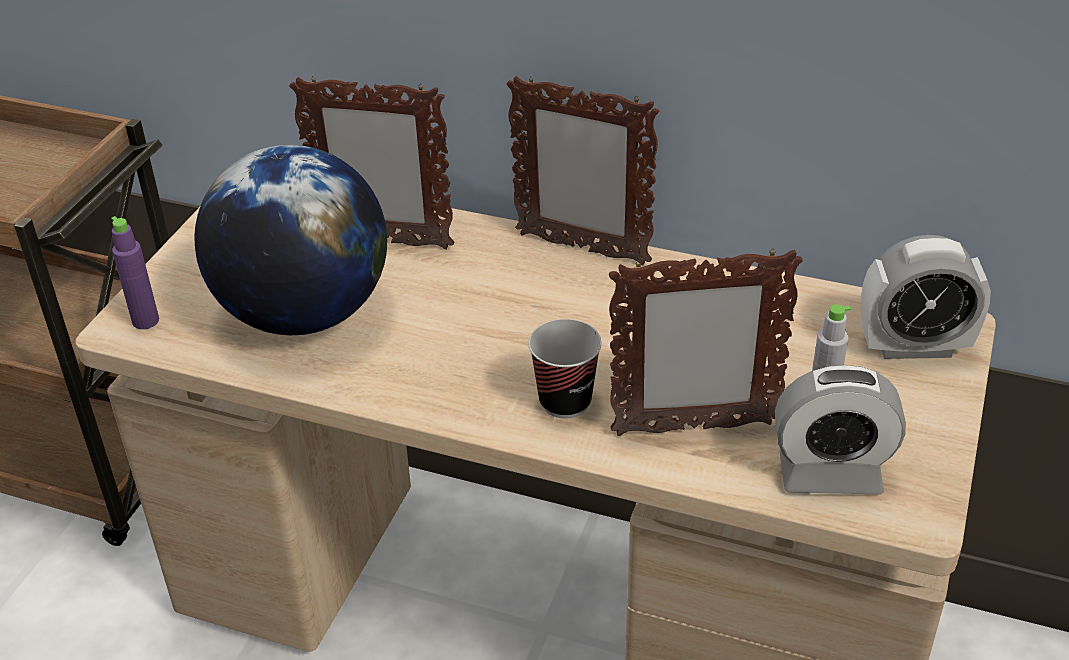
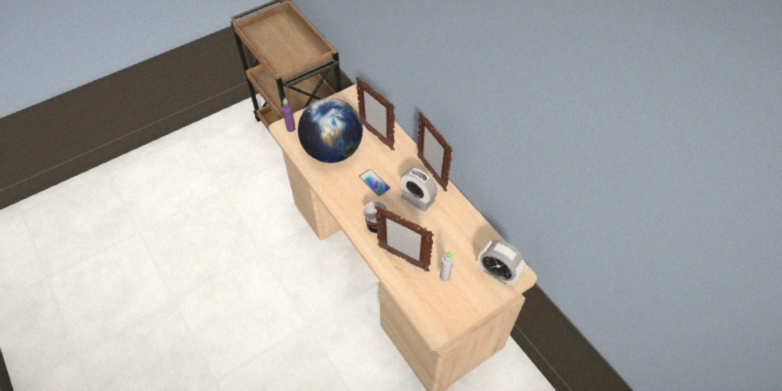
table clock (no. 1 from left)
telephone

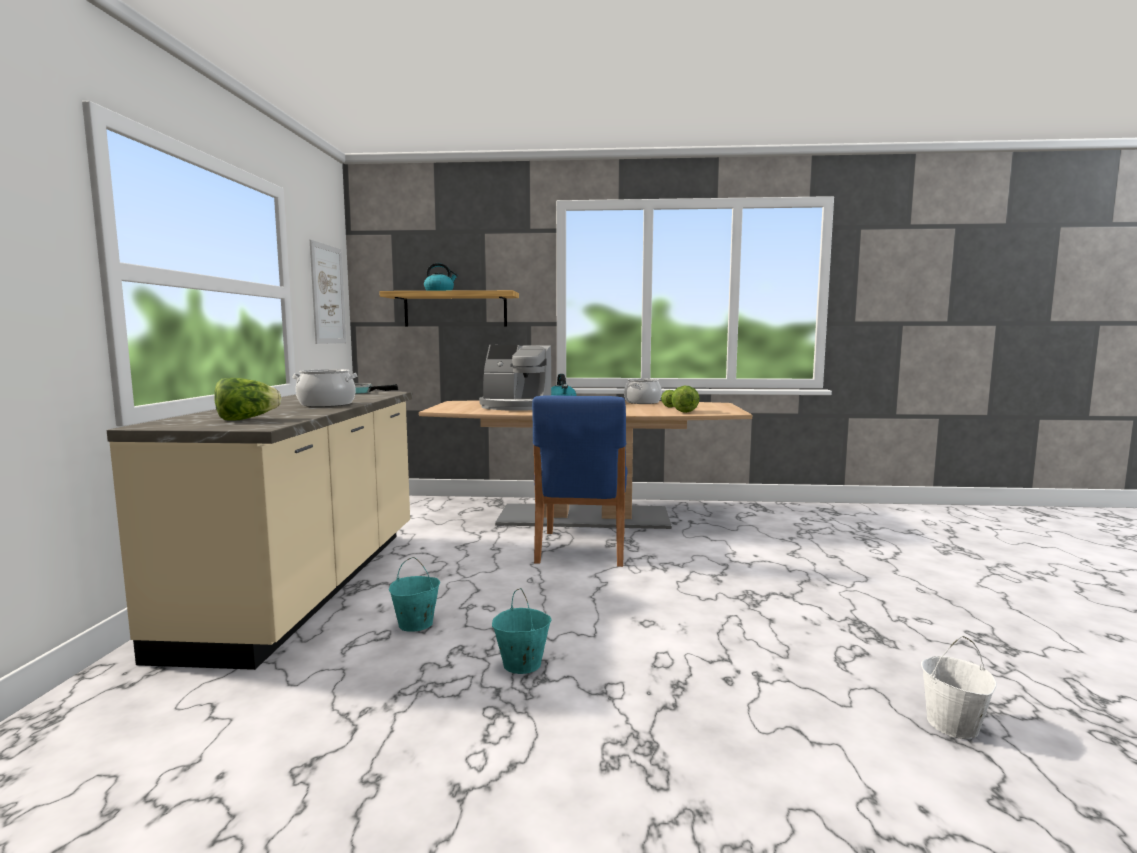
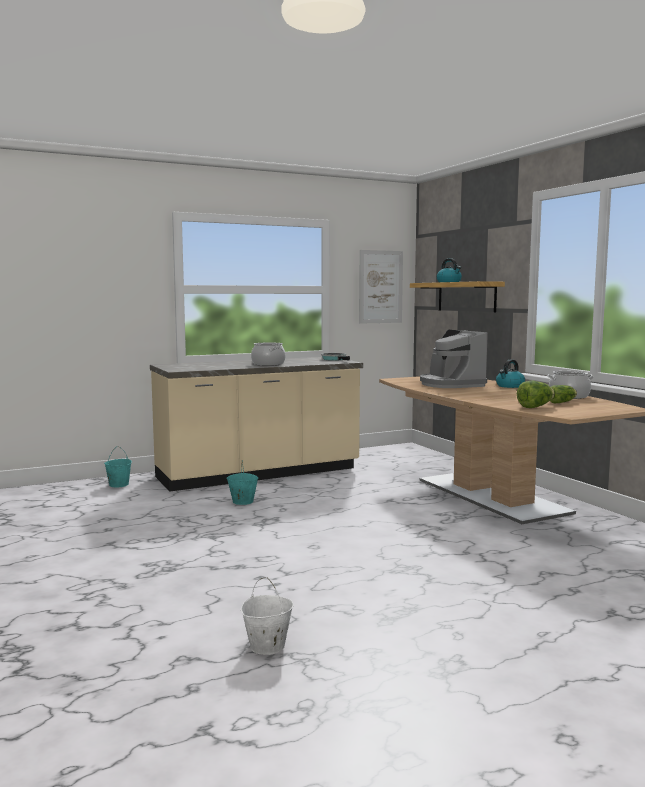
lettuce head (no. 1 from left in the first image)
blue-green water bucket (no. 1 from left)
bluish chair

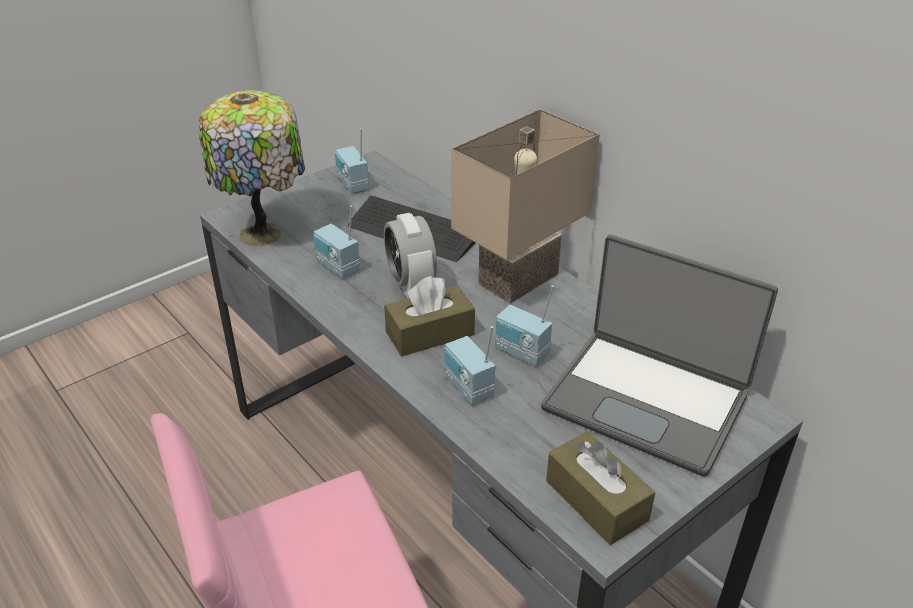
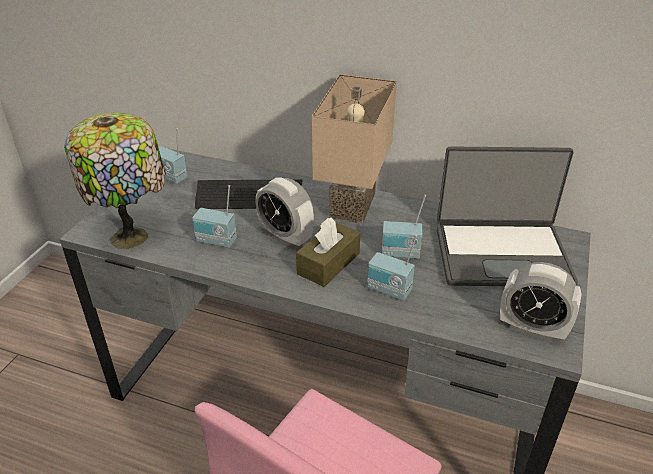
table clock (no. 2 from left)

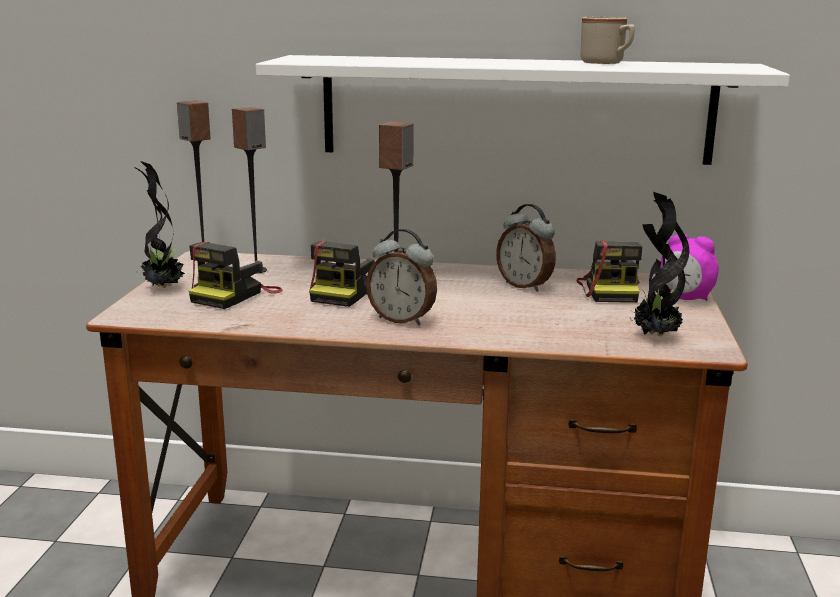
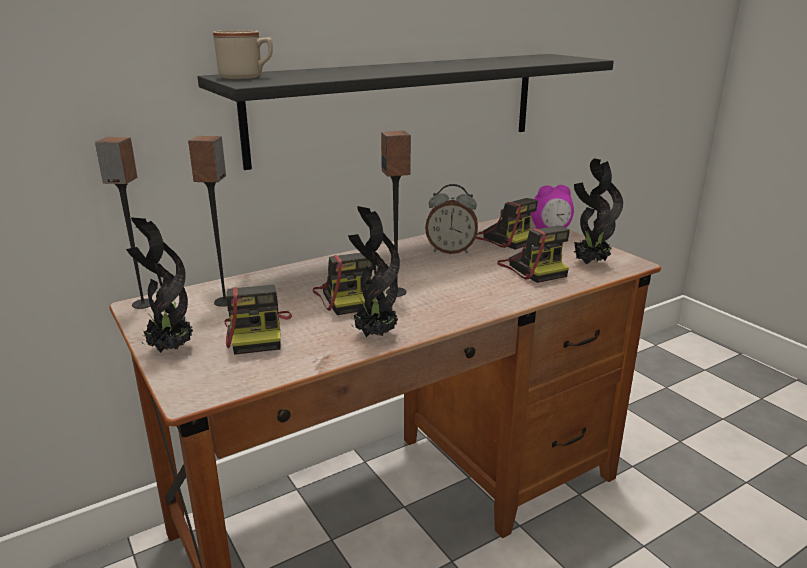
blackish wall shelf
table clock (no. 1 from left in the first image)
sand-coloured mug
potted plant (no. 2 from left)
photo camera (no. 4 from left)

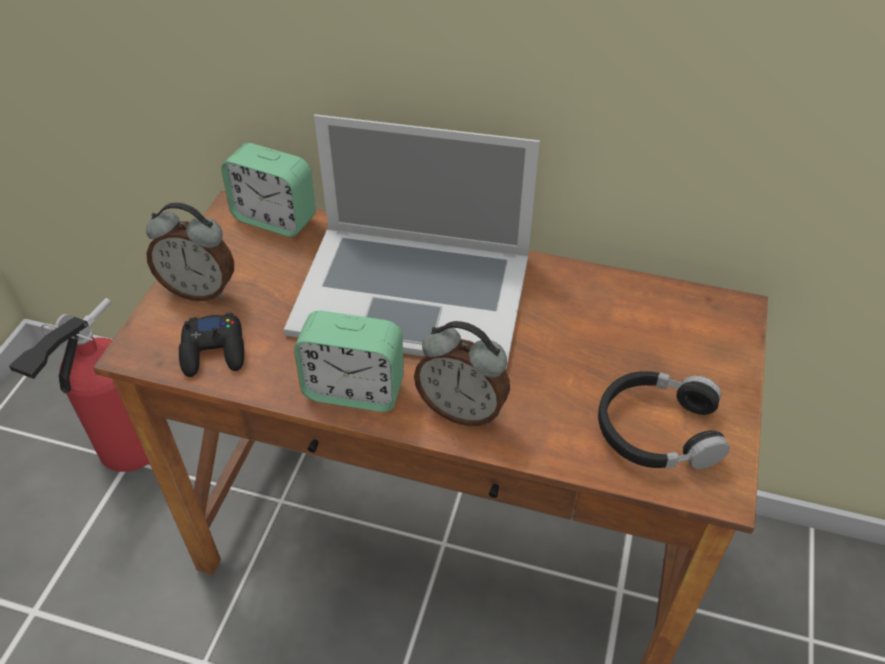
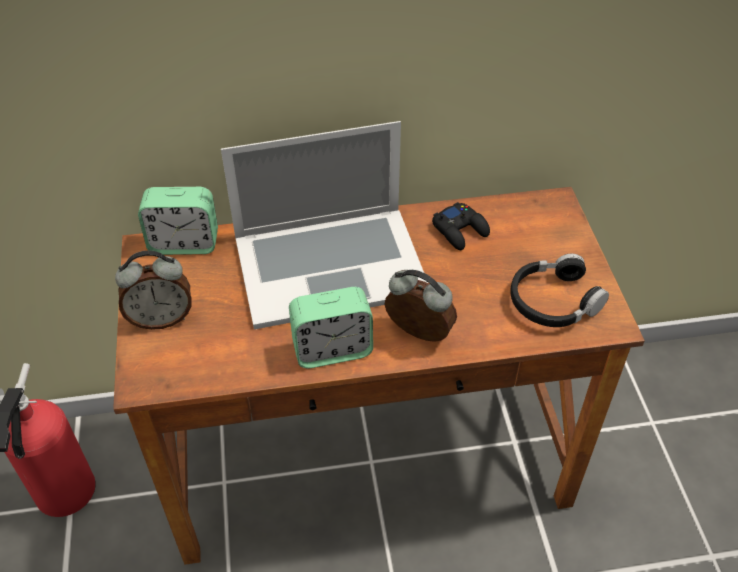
blackish gamepad
table clock (no. 4 from left)

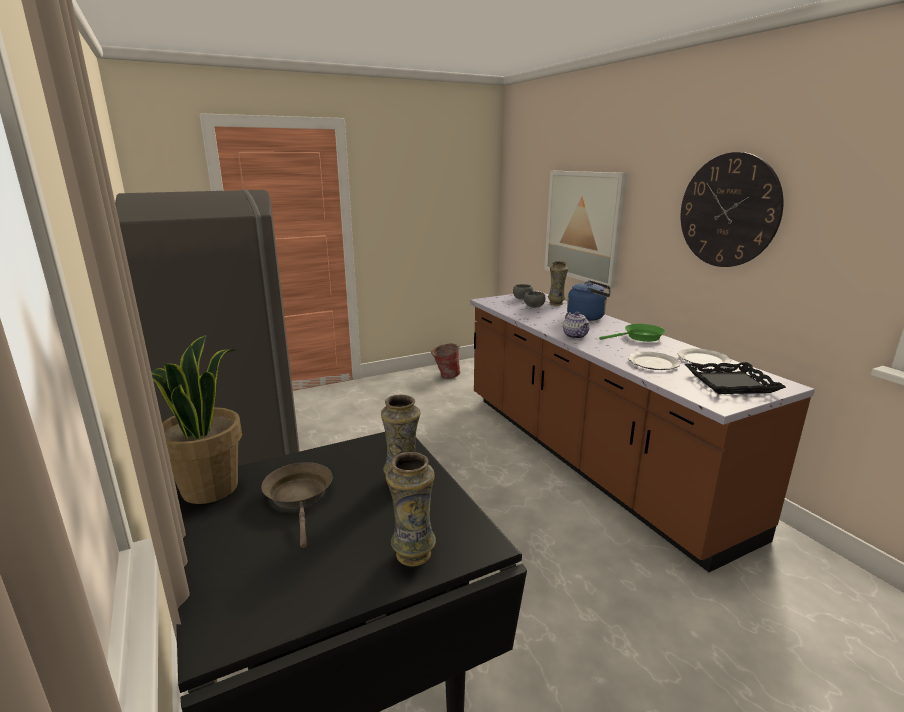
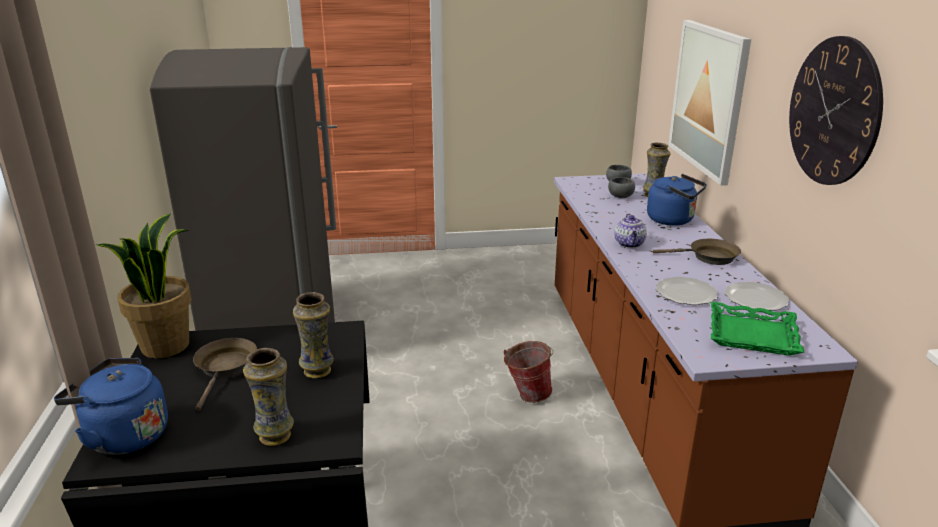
water bucket
brown skillet (no. 2 from left)
green-coloured carrying tray
bluish tea kettle (no. 1 from left)

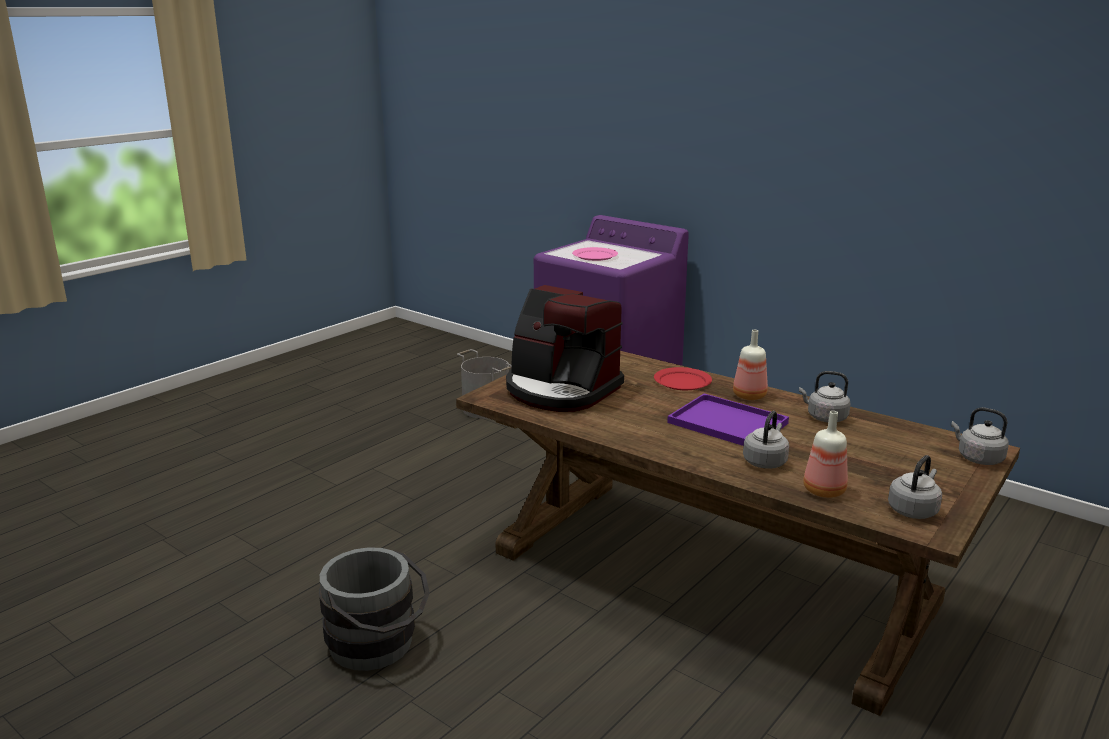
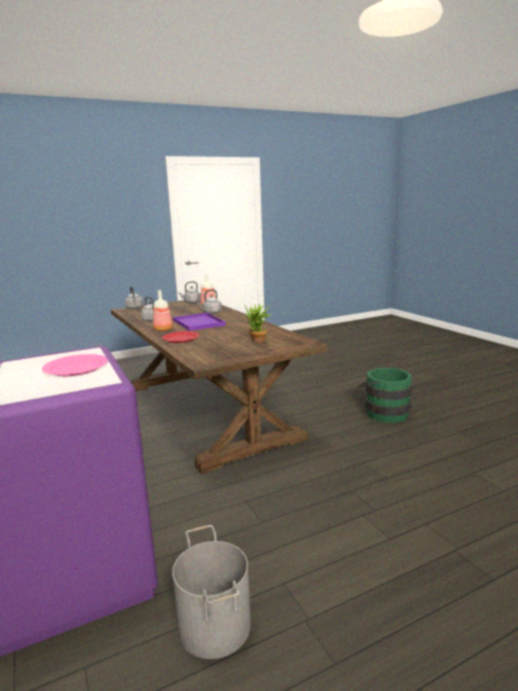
green-coloured water bucket
potted plant

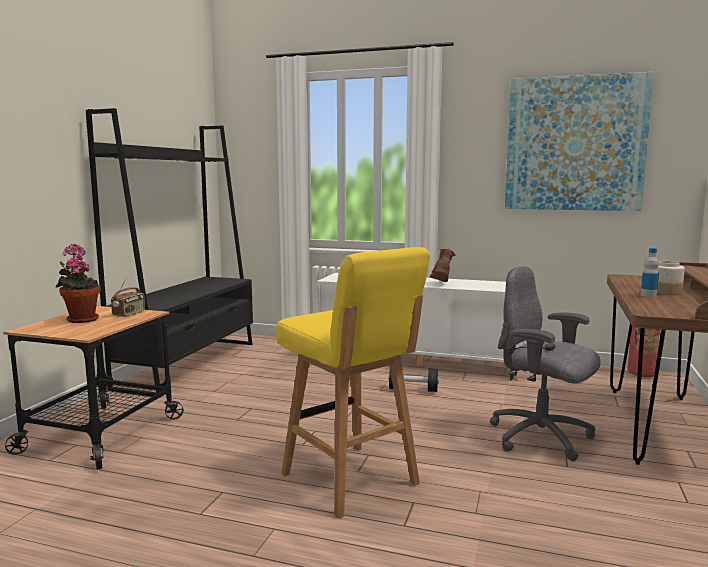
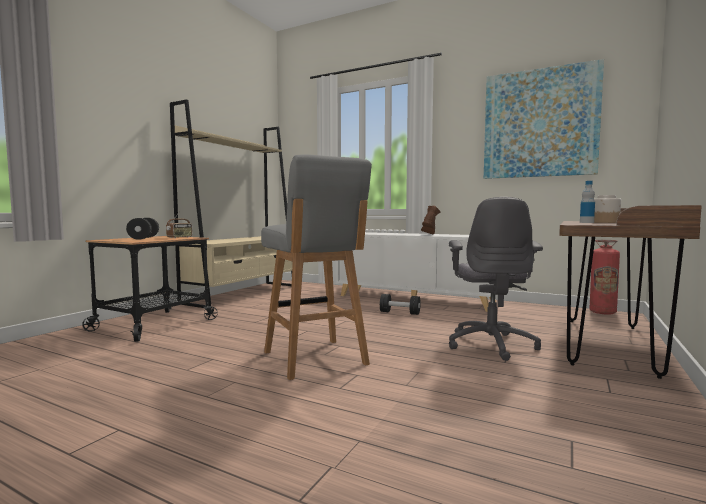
blackish dumbbell (no. 1 from left)
sand-coloured bookcase
grey sitting stool
grey computer chair

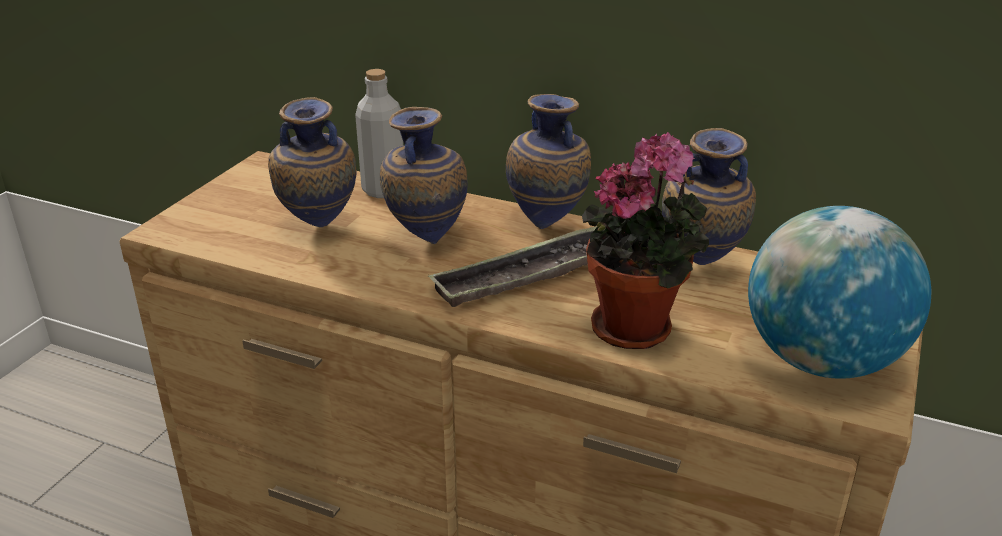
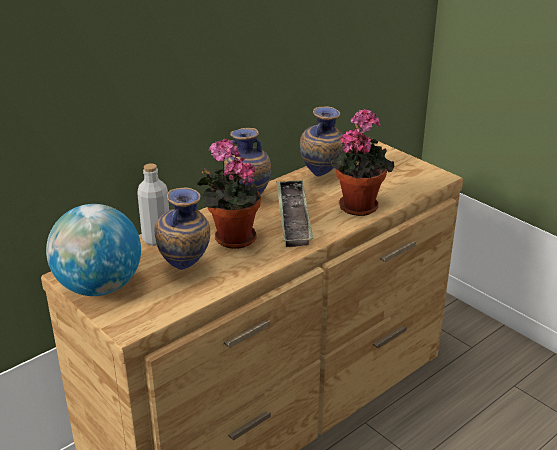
potted plant (no. 1 from left)
globe

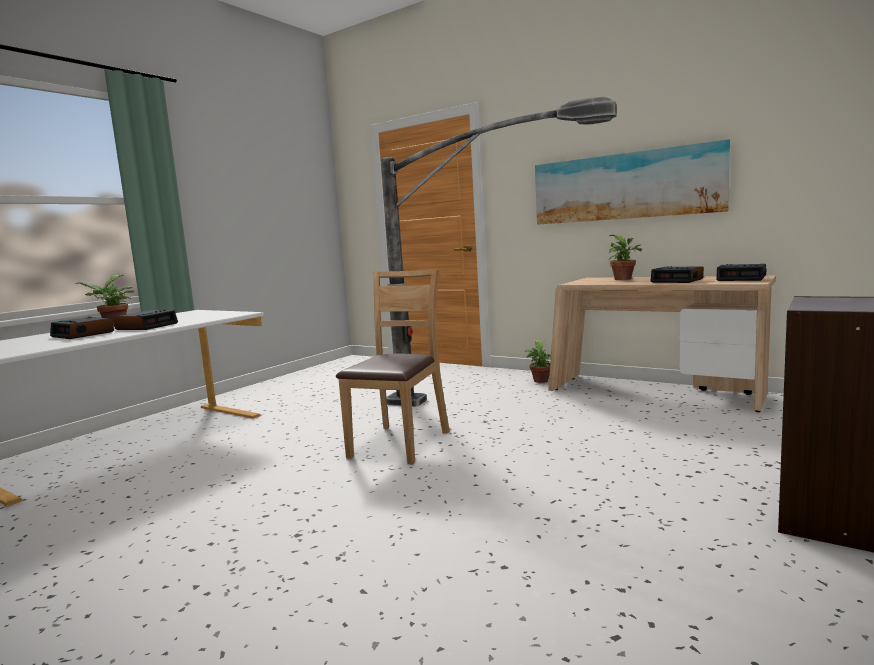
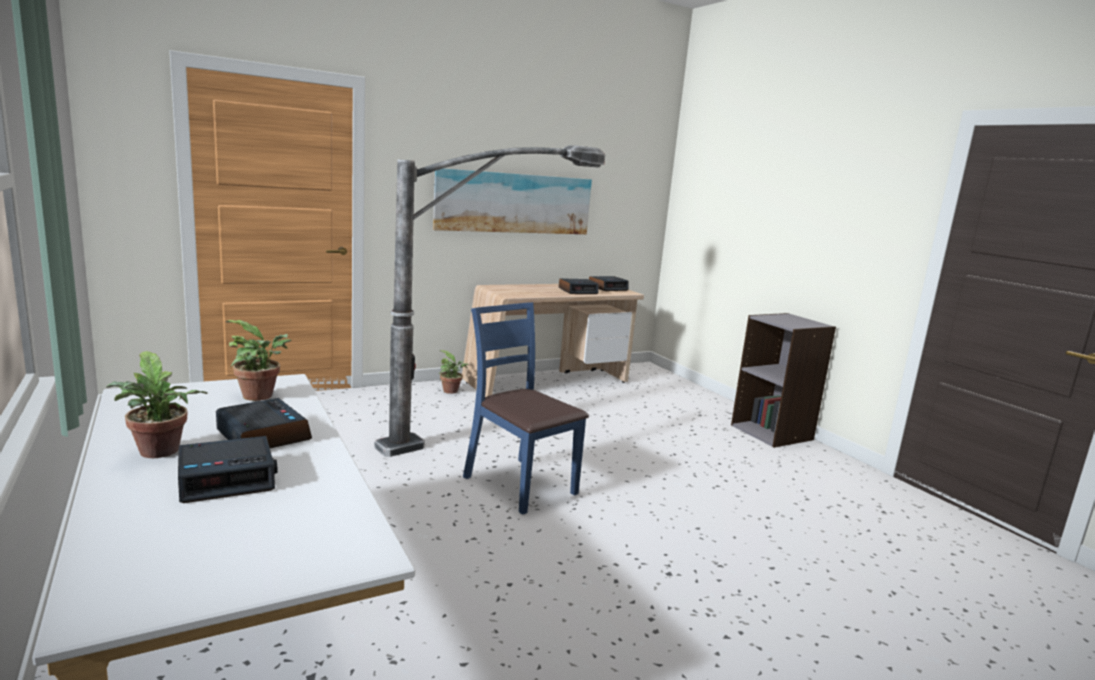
bluish chair
potted plant (no. 2 from left)

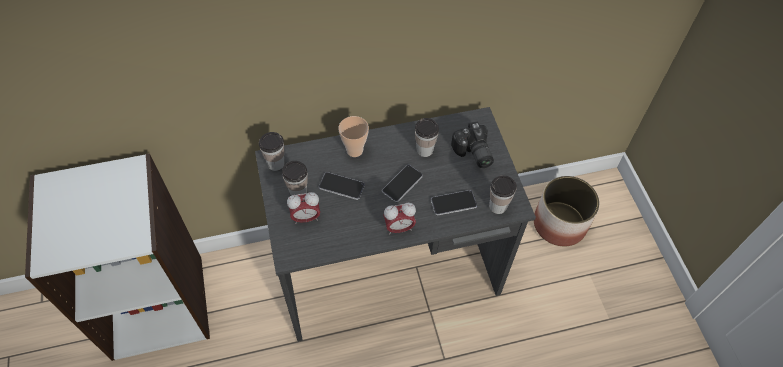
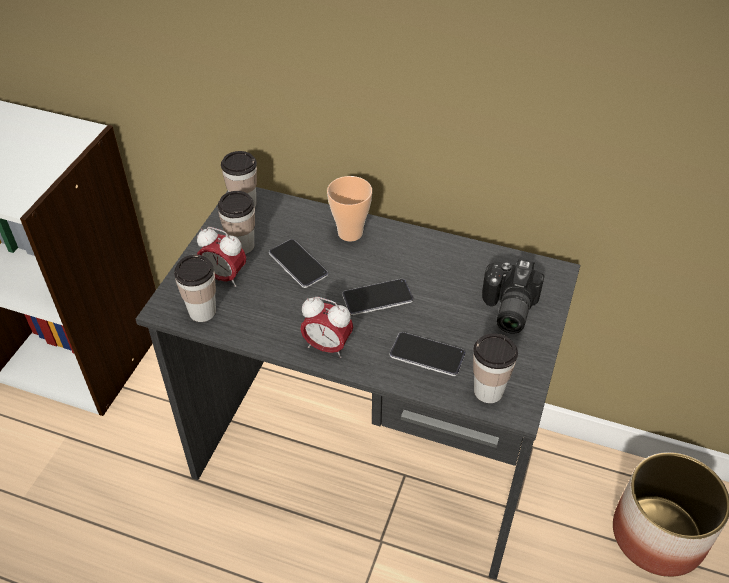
cup (no. 1 from left)

